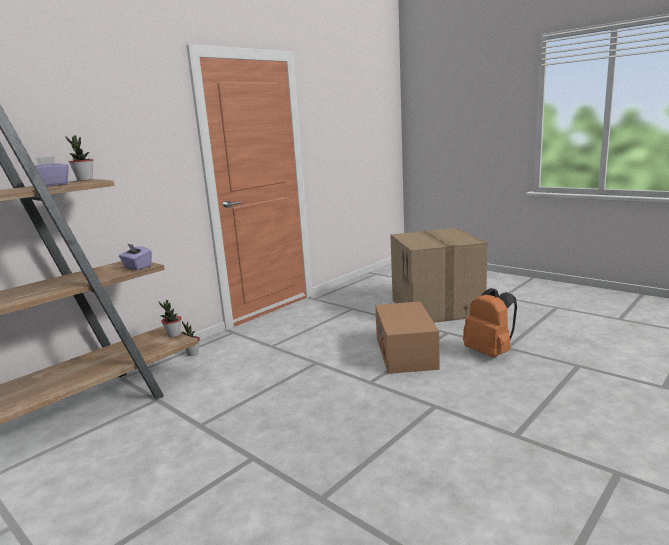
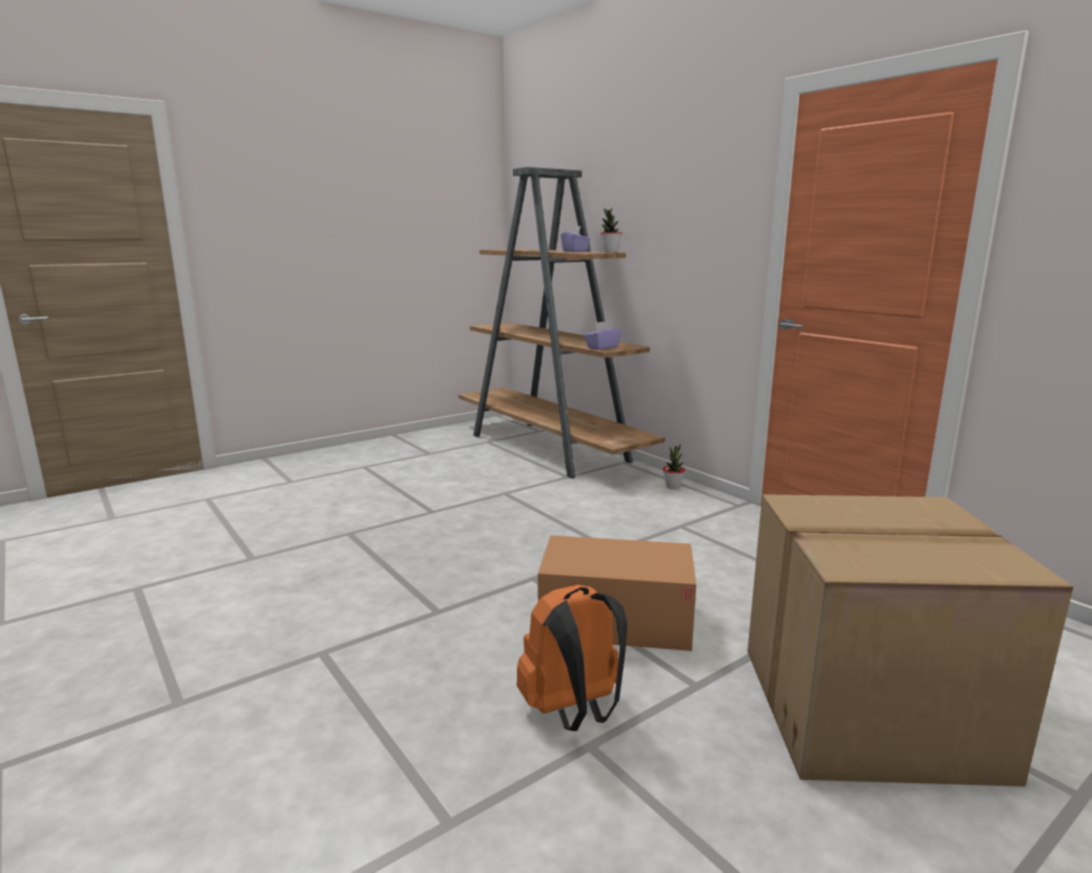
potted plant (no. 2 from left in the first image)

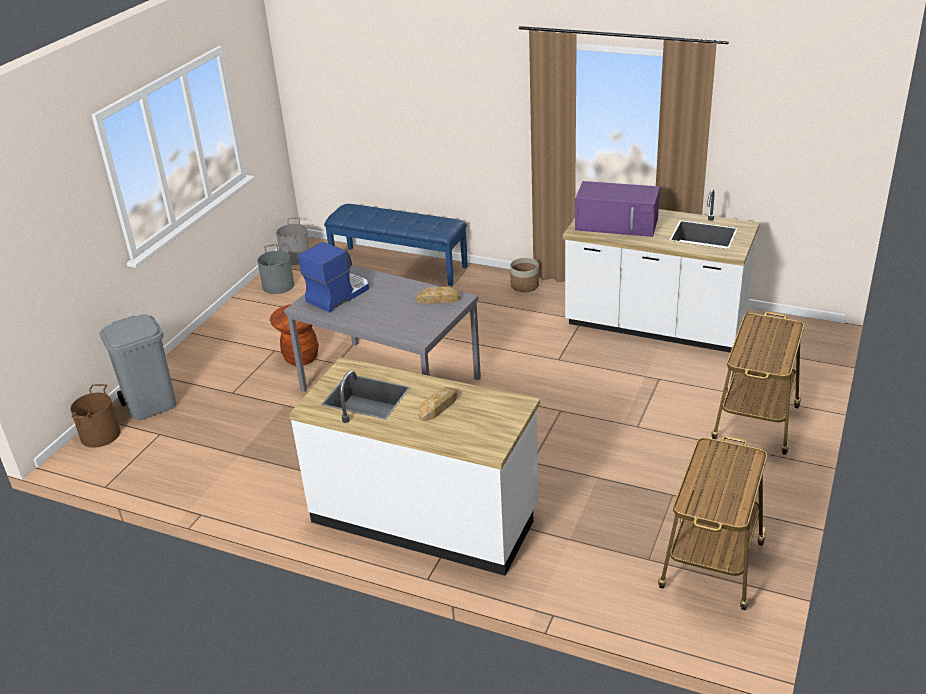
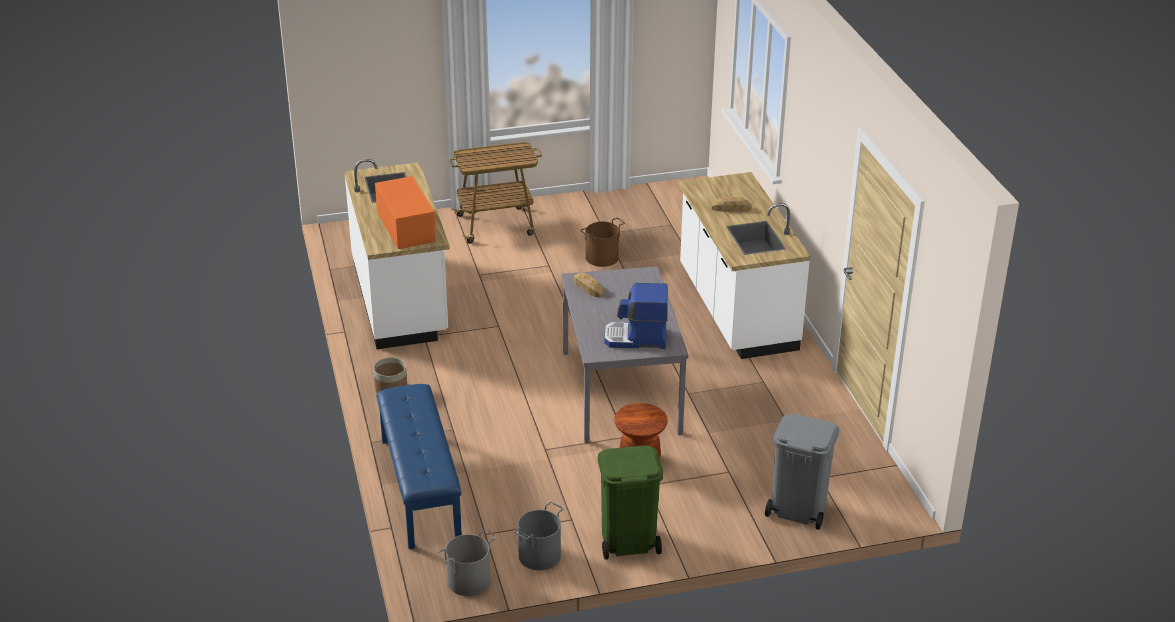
brown water bucket
orange microwave oven
wheeled cart (no. 1 from left in the first image)
green-coloured trash can

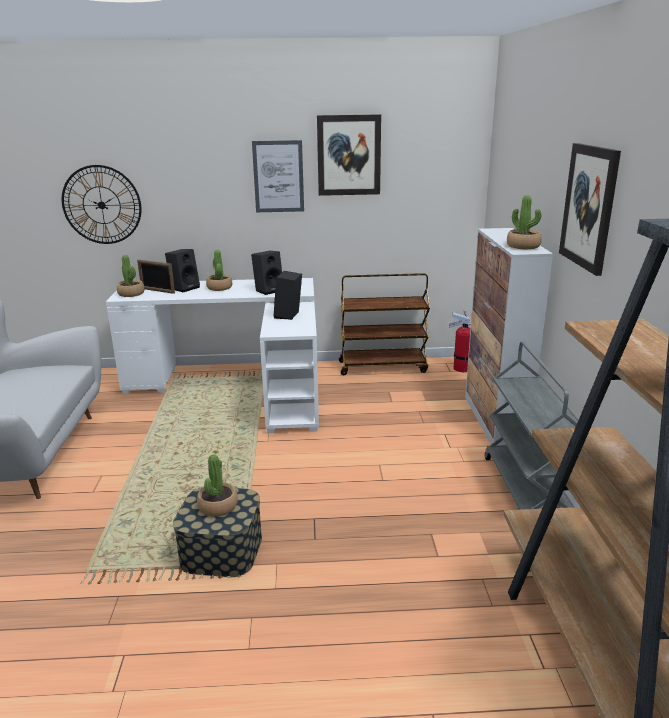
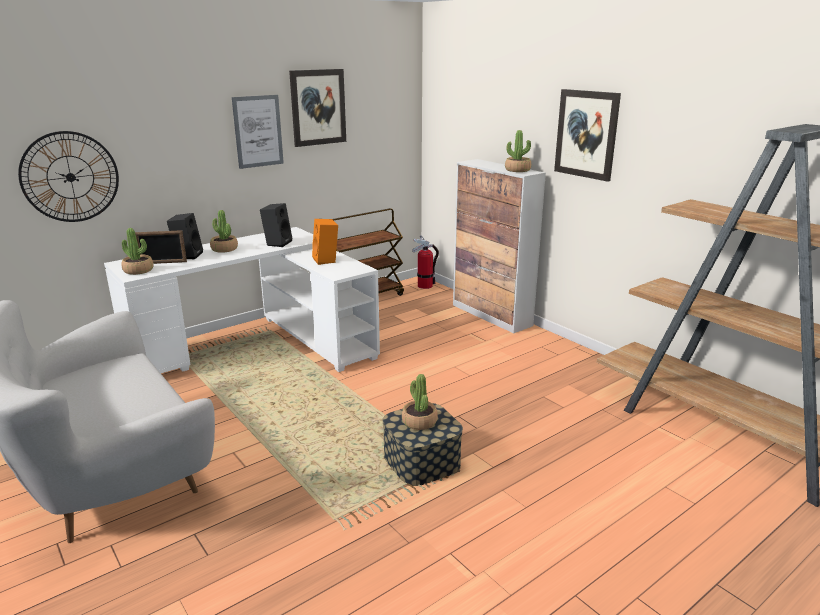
orange loudspeaker
grey wheeled cart

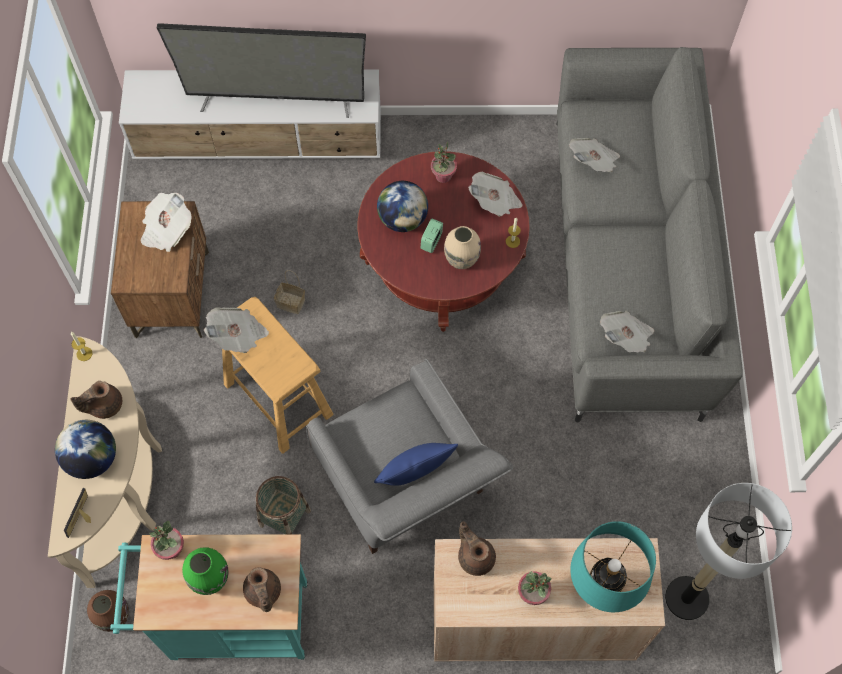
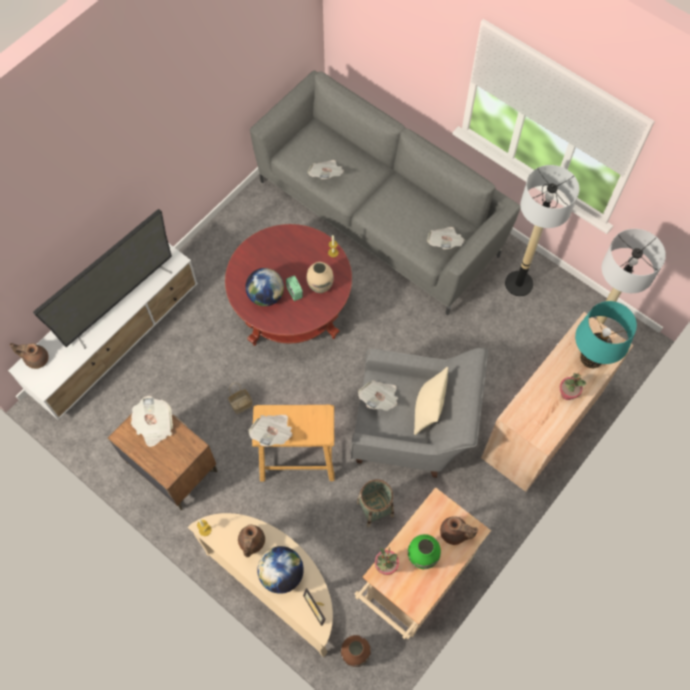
sand-coloured wheeled cart
sand-coloured pillow
potted plant (no. 2 from left in the first image)
brown teapot (no. 1 from left)
printed paper (no. 4 from left)
floor lamp (no. 1 from left)

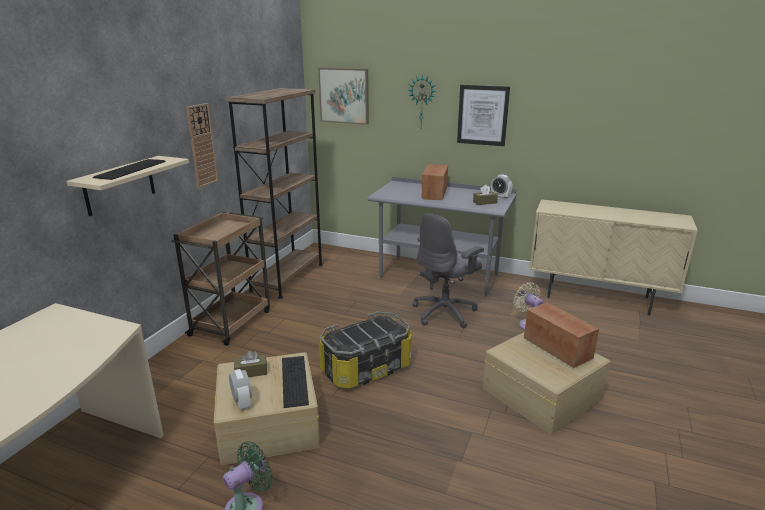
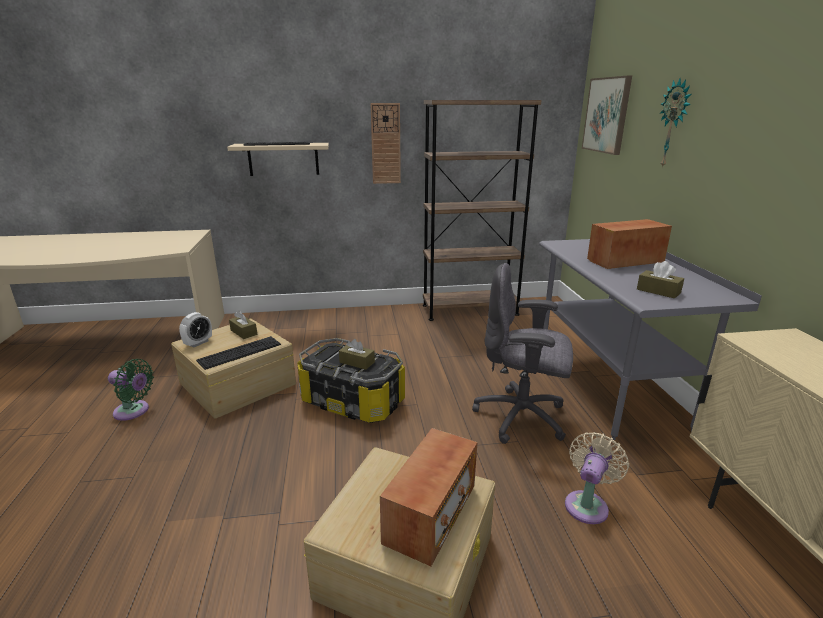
brown wheeled cart
wall picture (no. 2 from left in the first image)
table clock (no. 2 from left in the first image)
brown box of tissues (no. 2 from left)

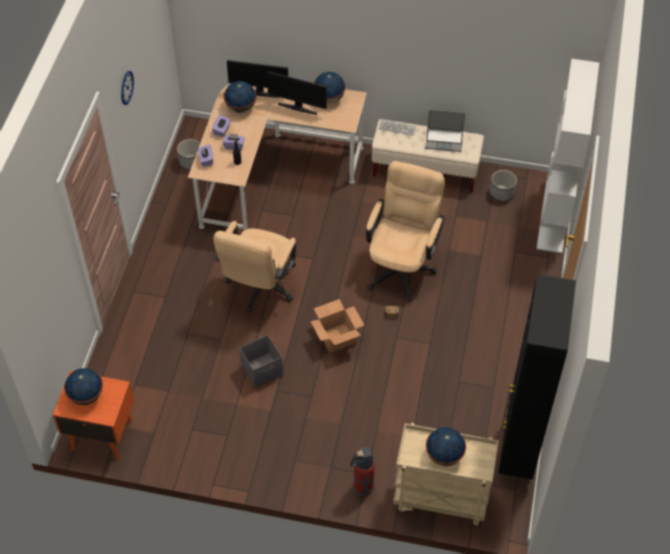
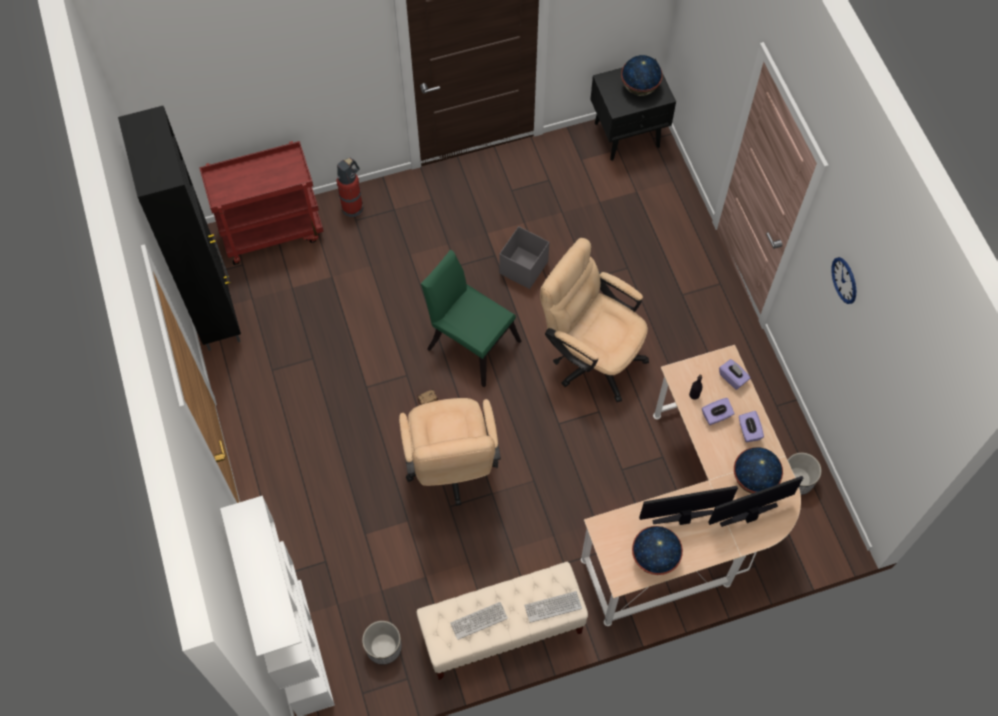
blackish night table
sand-coloured computer chair (no. 2 from left)
green-coloured chair
red wheeled cart
computer keyboard (no. 1 from left)
globe (no. 4 from left in the first image)

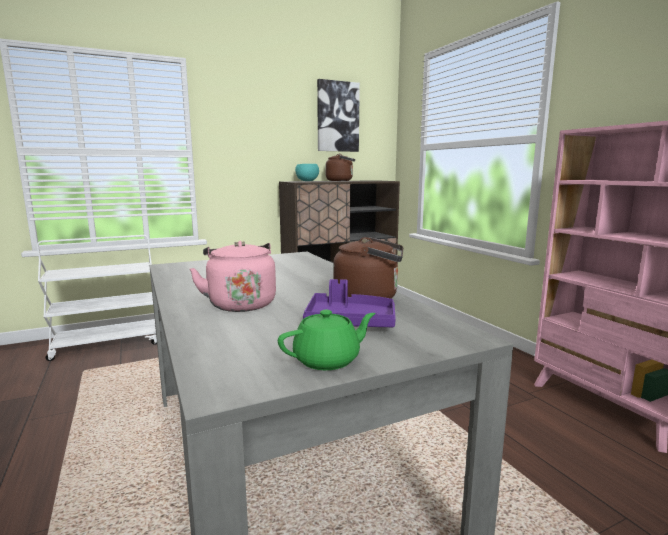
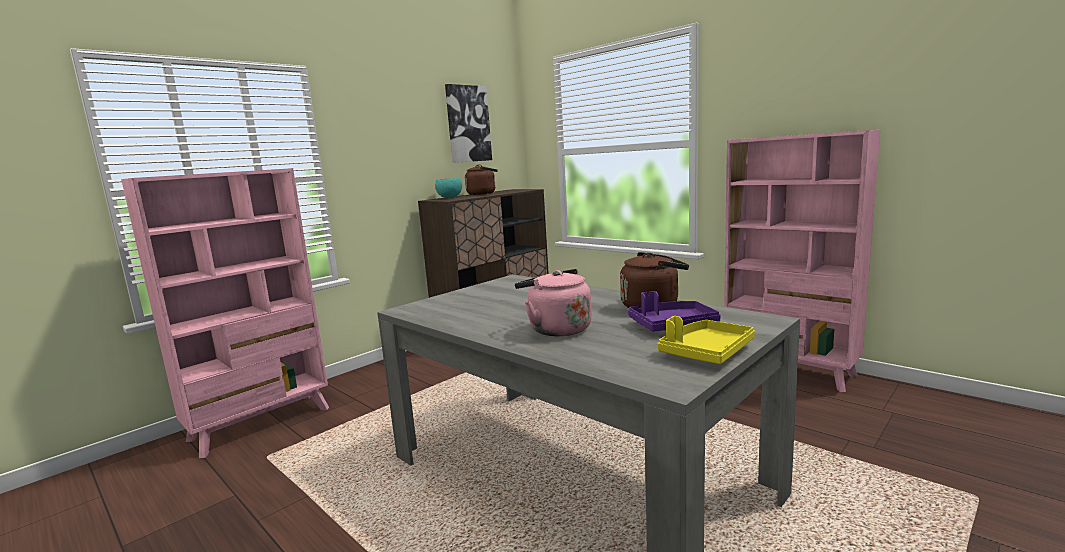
pinkish bookcase (no. 1 from left)
yellow-coloured carrying tray

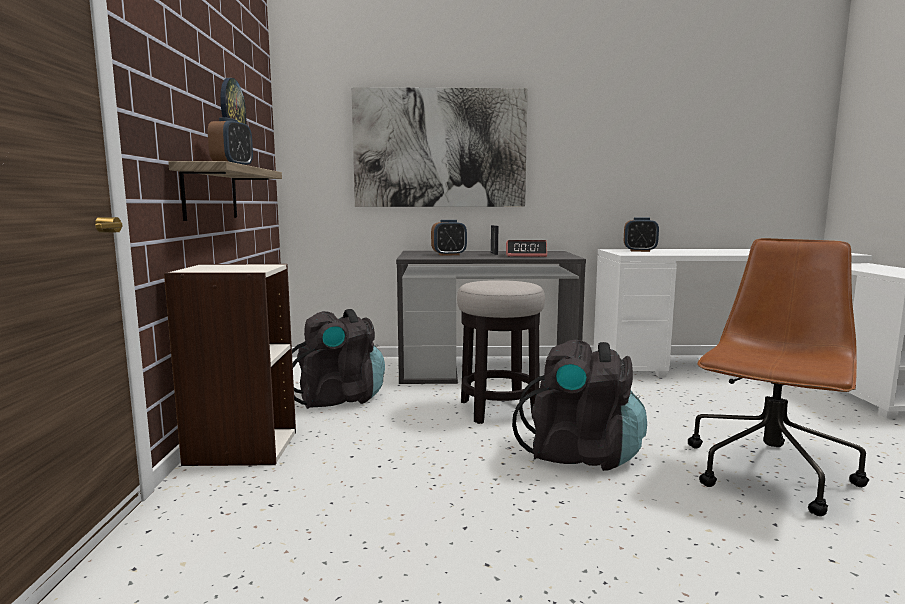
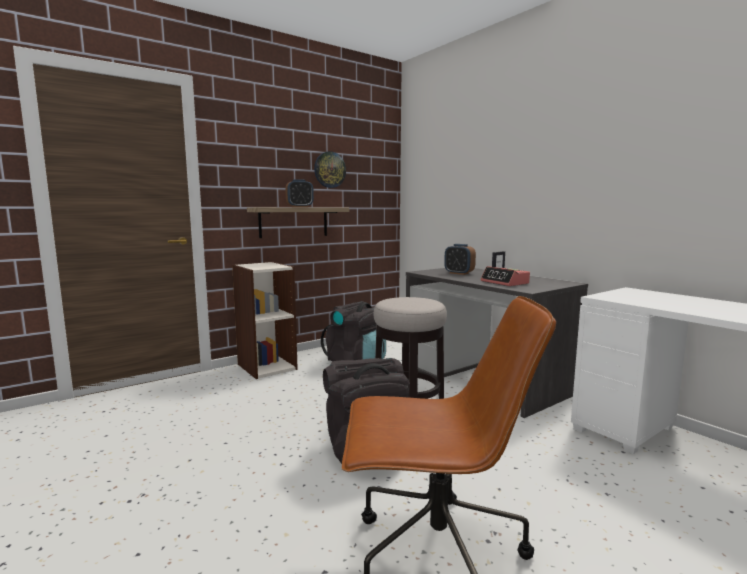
wall picture
table clock (no. 4 from left in the first image)

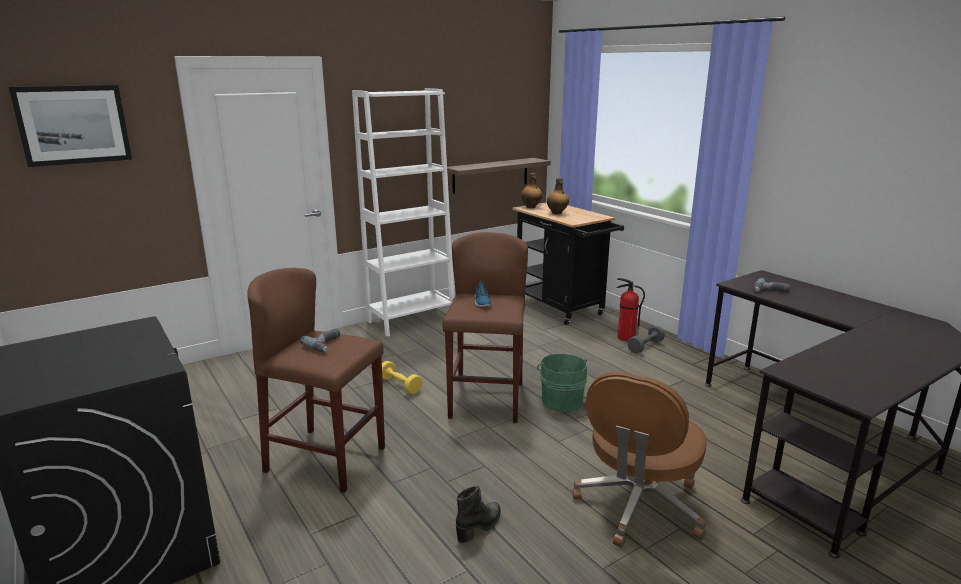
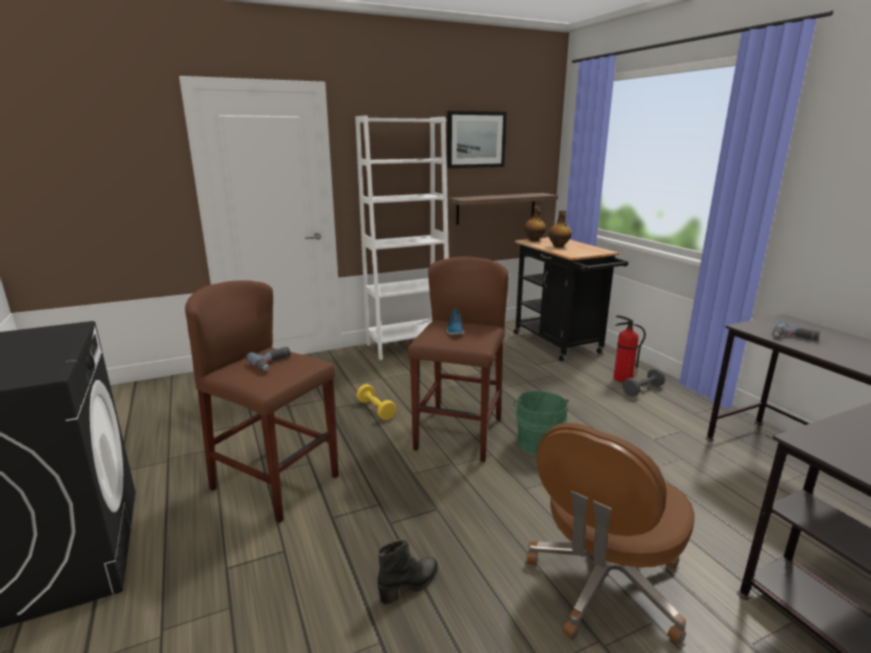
wall picture

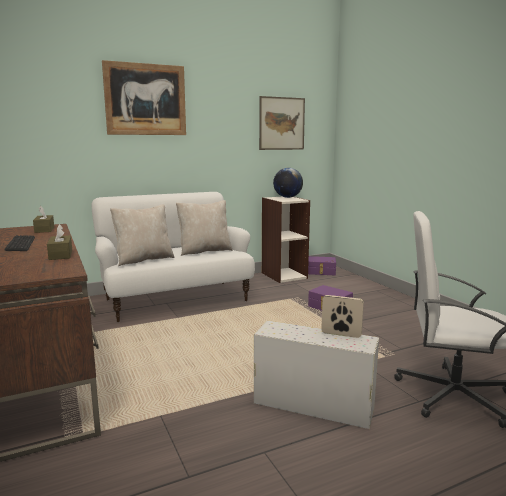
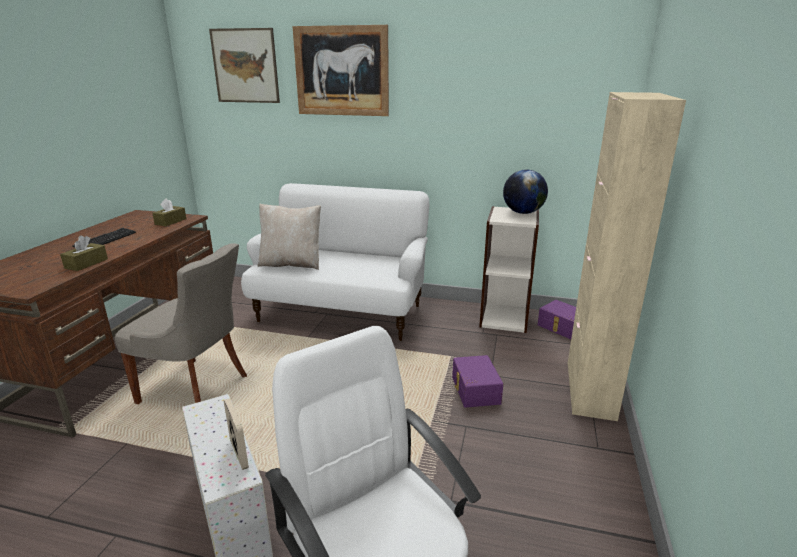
sand-coloured pillow (no. 2 from left in the first image)
wall picture (no. 1 from left)
grey chair
sand-coloured cabinet

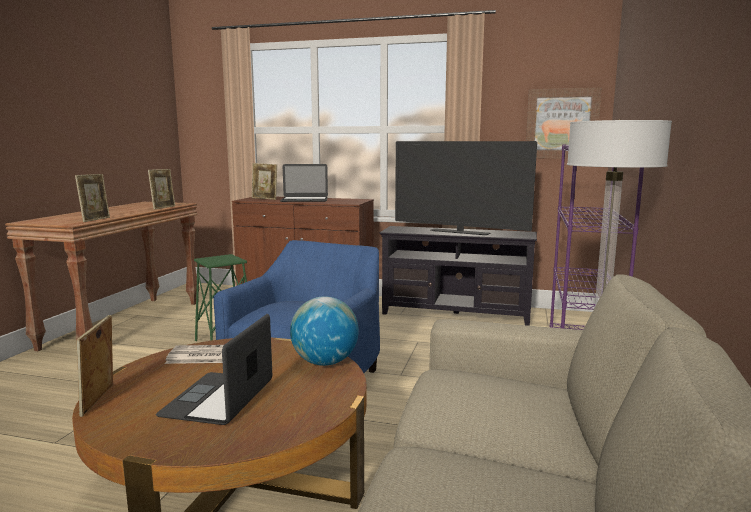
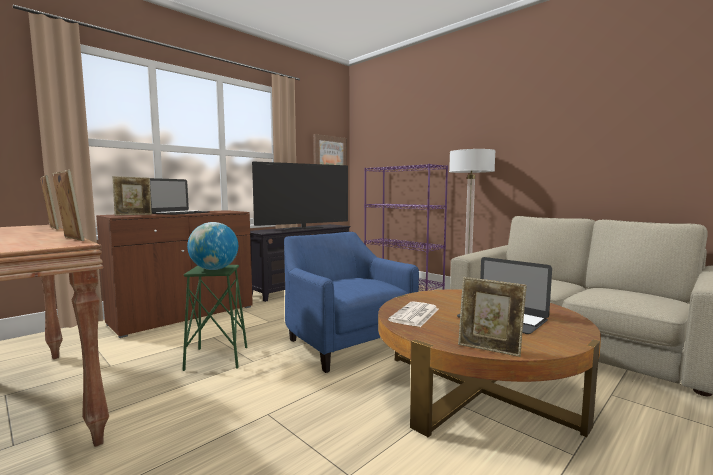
globe

